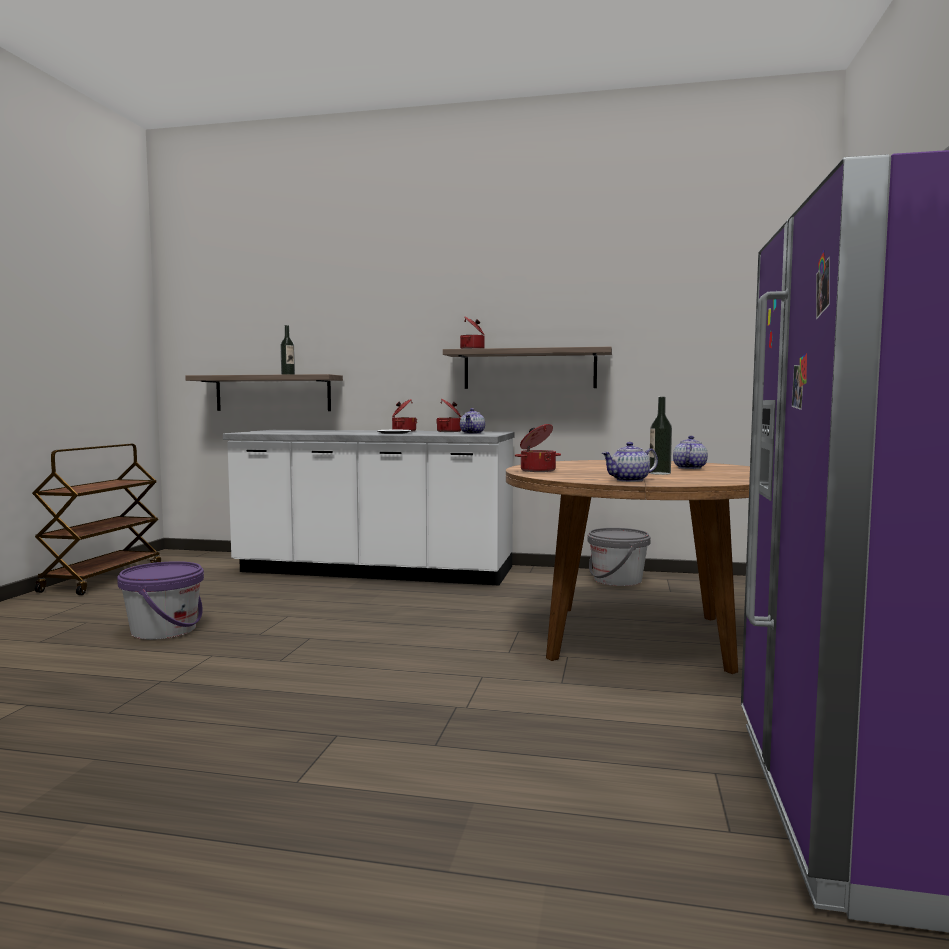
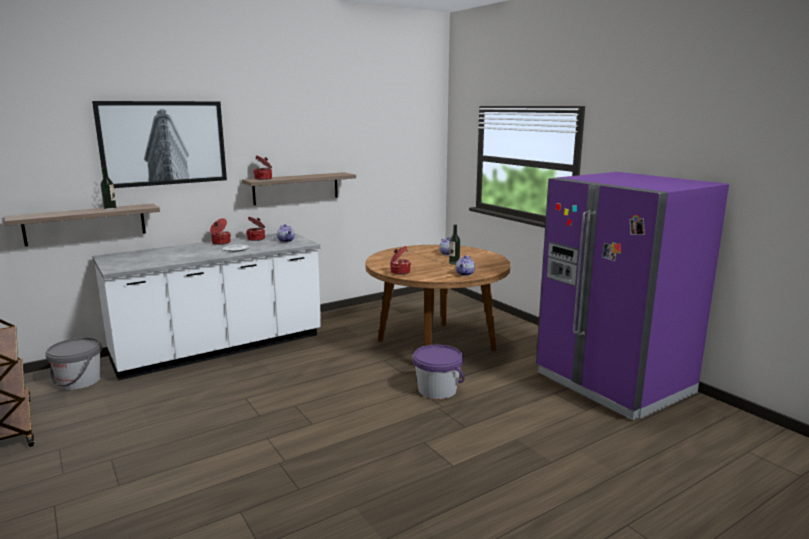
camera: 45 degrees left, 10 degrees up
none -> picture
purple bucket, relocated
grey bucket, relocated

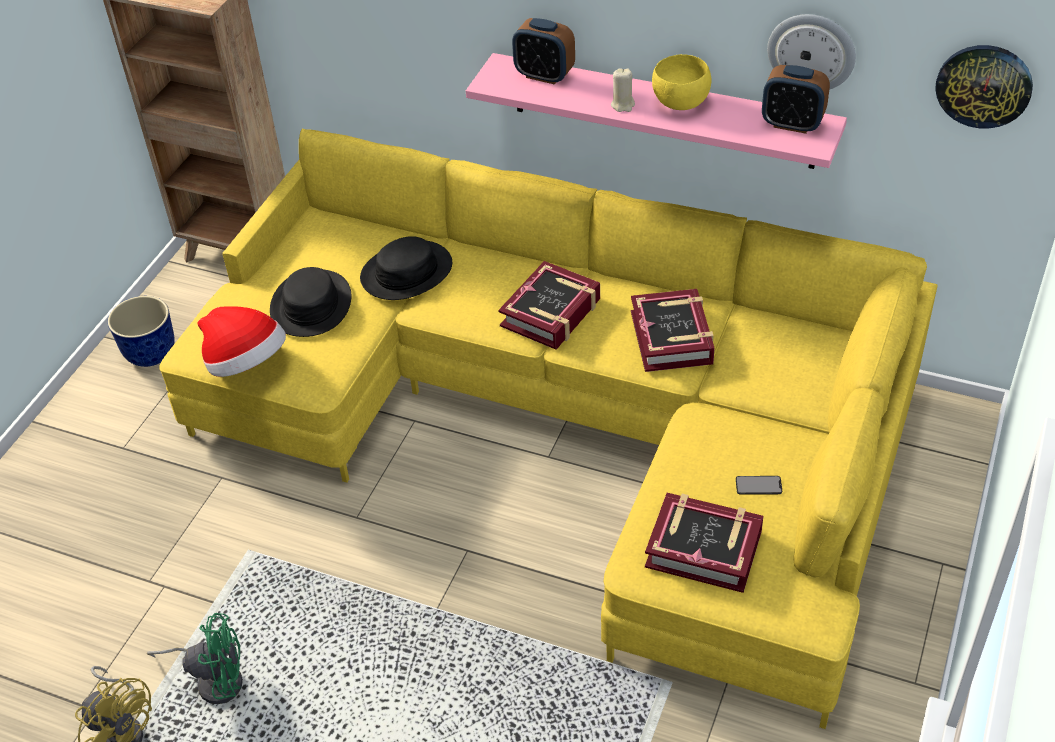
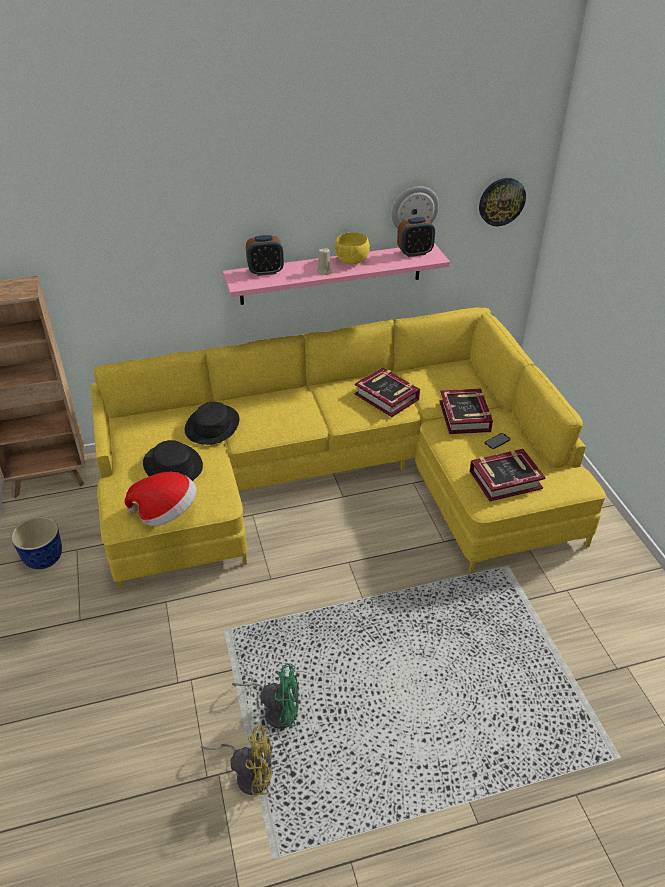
camera: 40 degrees left, 5 degrees down
book (no. 1 from left in the first image) -> book (no. 2 from left), relocated
green fan, 45 degrees clockwise

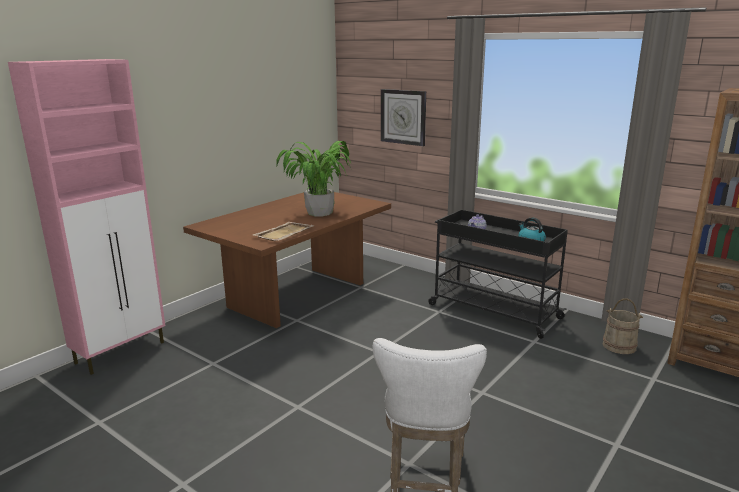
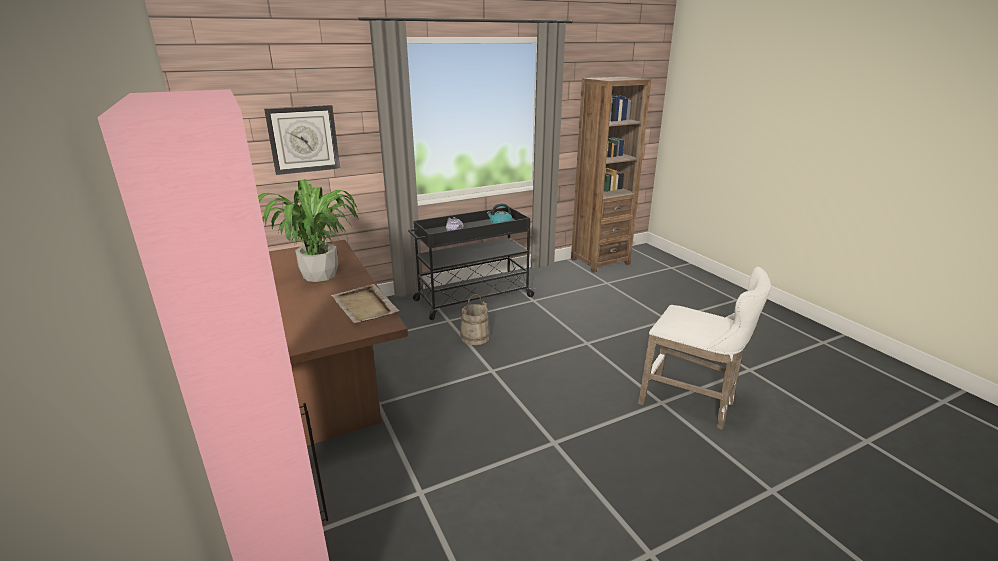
camera: 65 degrees left, 5 degrees up
beige bucket, relocated

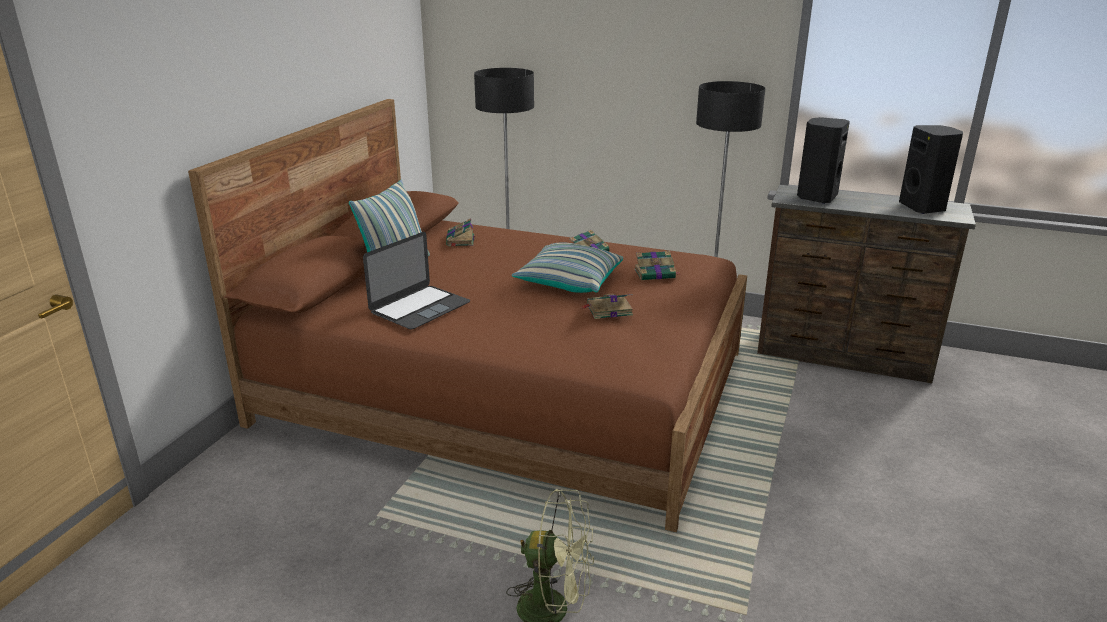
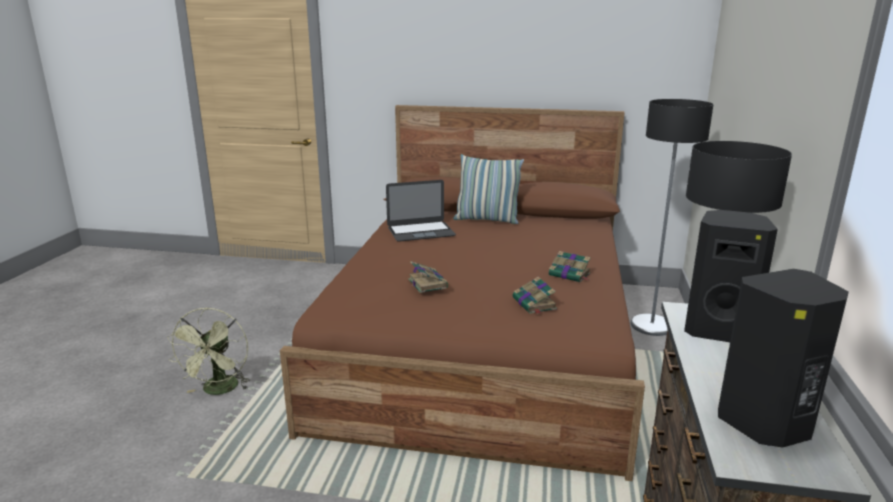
camera: 80 degrees right, 5 degrees down
book (no. 1 from left) -> none
pillow (no. 2 from left) -> none
laptop, 45 degrees counterclockwise

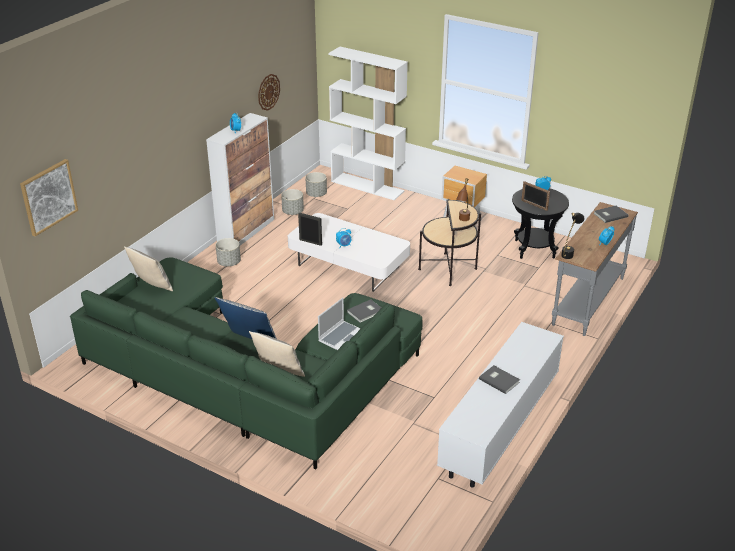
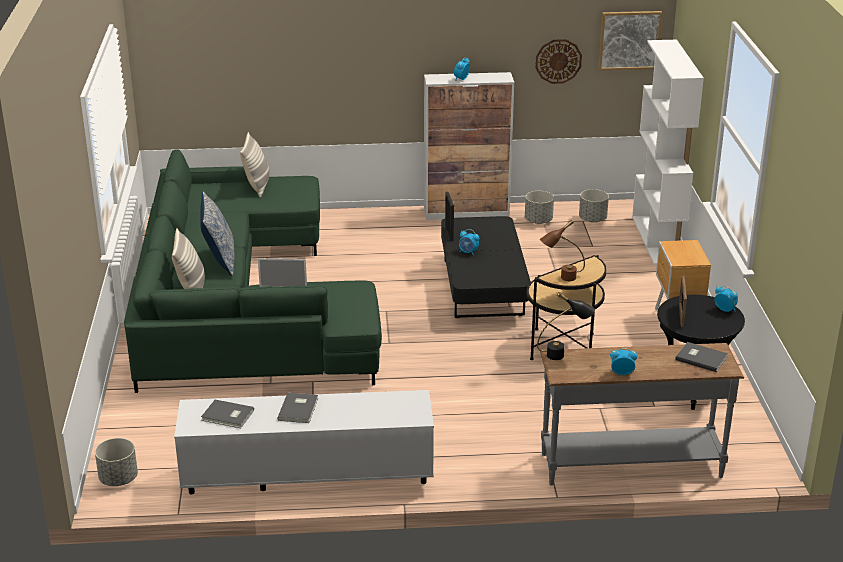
camera: 55 degrees right, 5 degrees down
picture, relocated
grey planter (no. 1 from left), relocated
grey book (no. 1 from left), relocated
white coffee table -> black coffee table

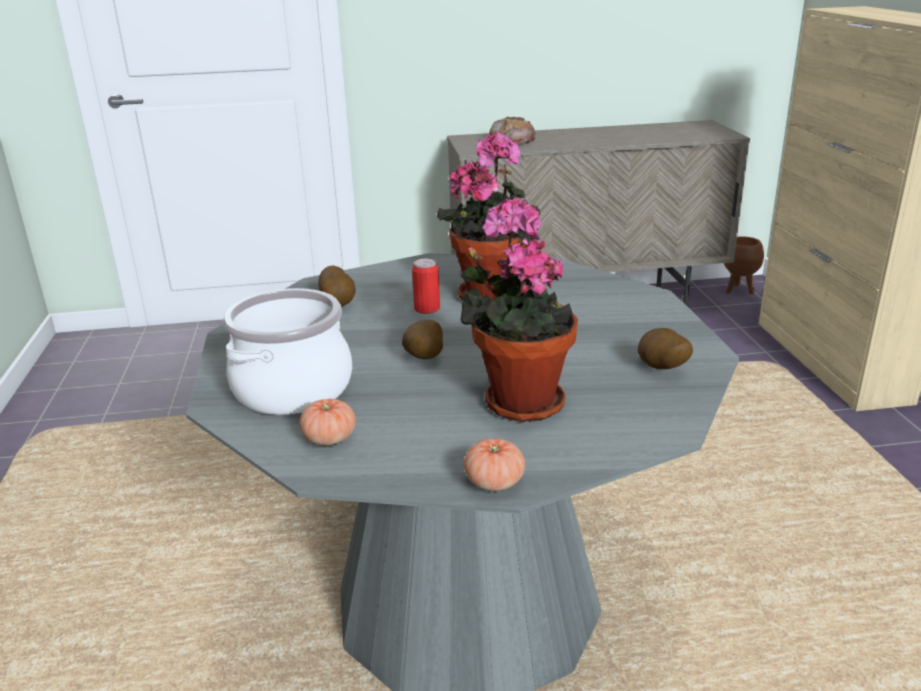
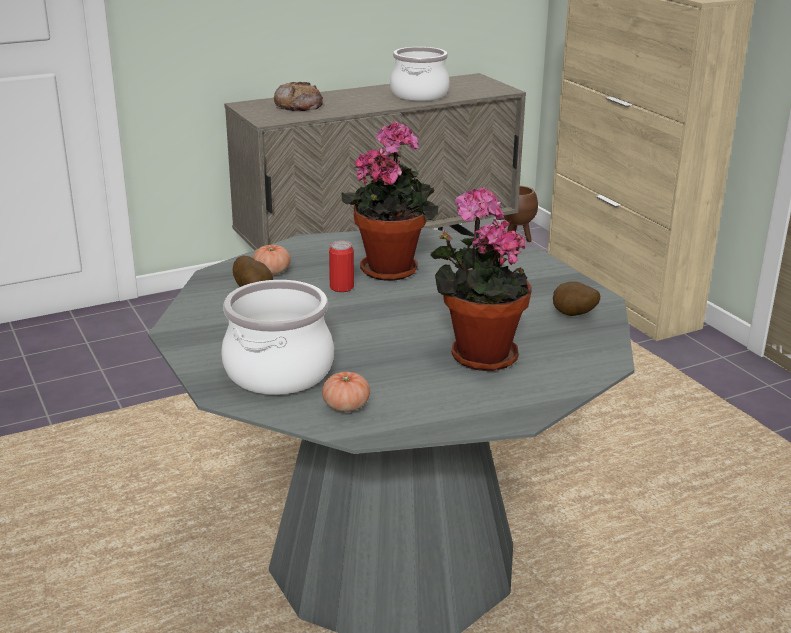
camera: 20 degrees left, 0 degrees up
potato (no. 2 from left) -> none
none -> cooking pot (no. 2 from left)
tomato (no. 2 from left in the first image) -> tomato (no. 1 from left), relocated

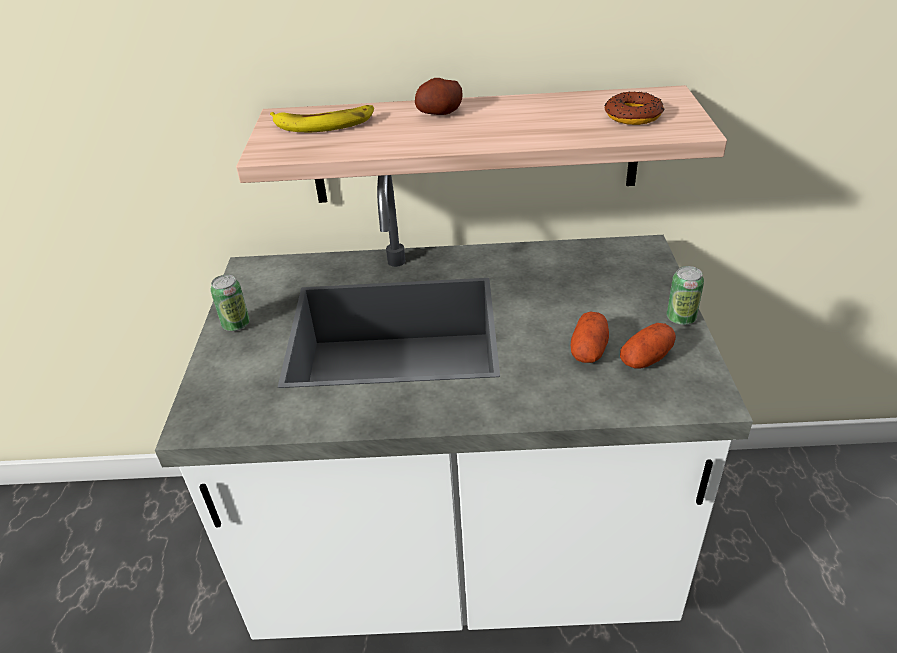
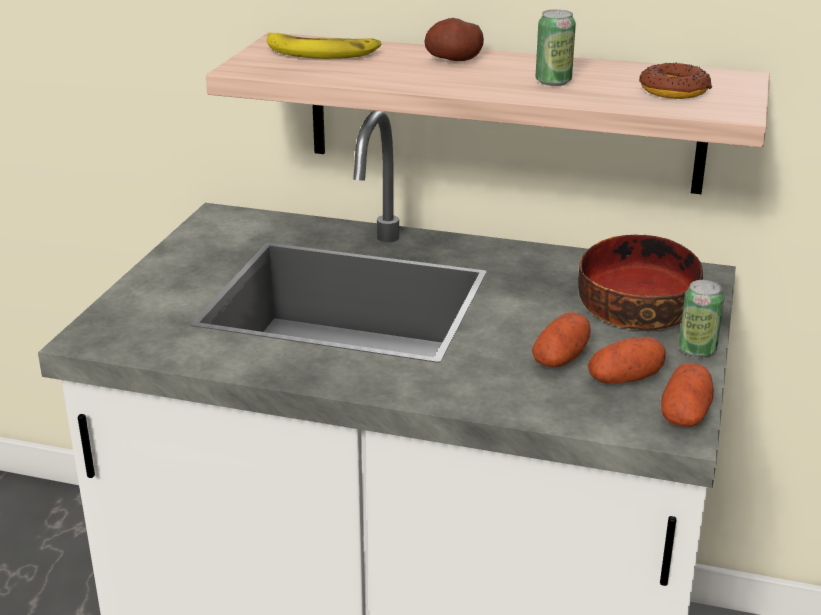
camera: 15 degrees right, 10 degrees down
none -> bowl
none -> potato (no. 4 from left)
can (no. 1 from left), relocated

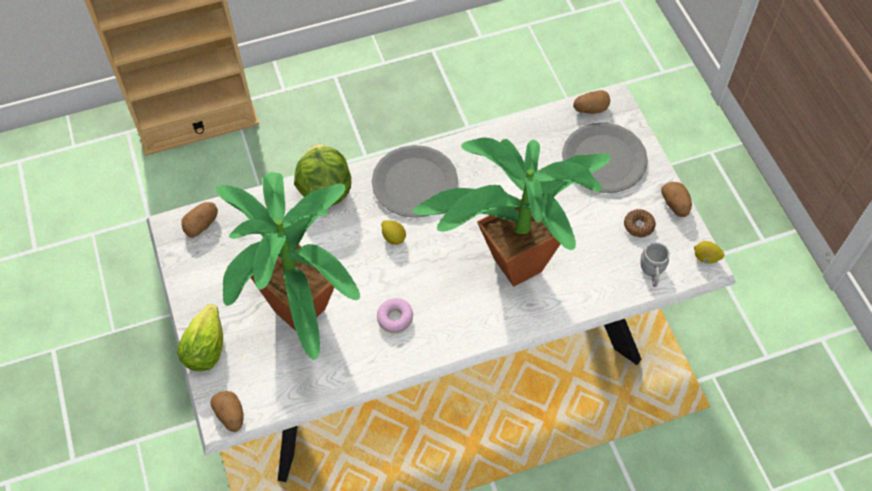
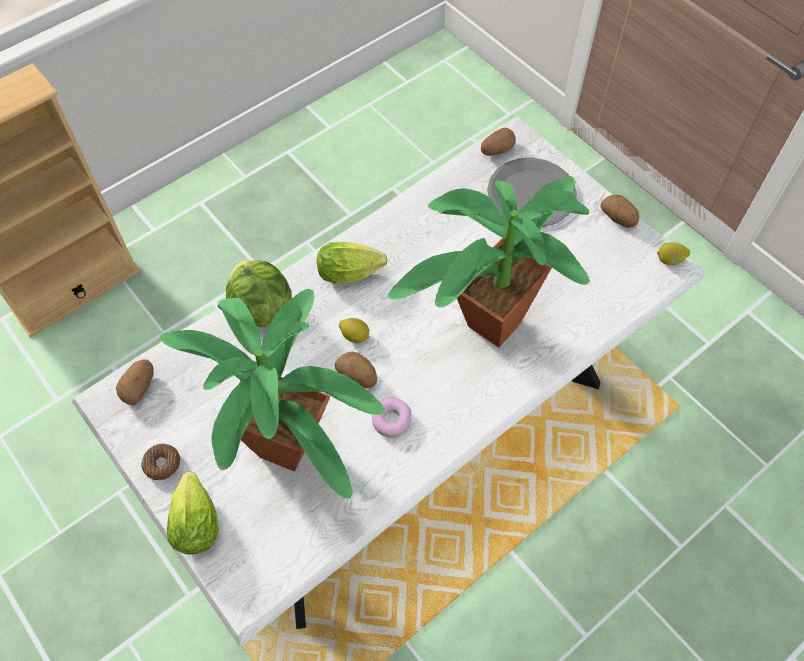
camera: 20 degrees left, 0 degrees up
grey mug -> none
potato (no. 2 from left), relocated
donut (no. 2 from left in the first image) -> donut (no. 1 from left), relocated
grey plate (no. 1 from left) -> lettuce (no. 3 from left)

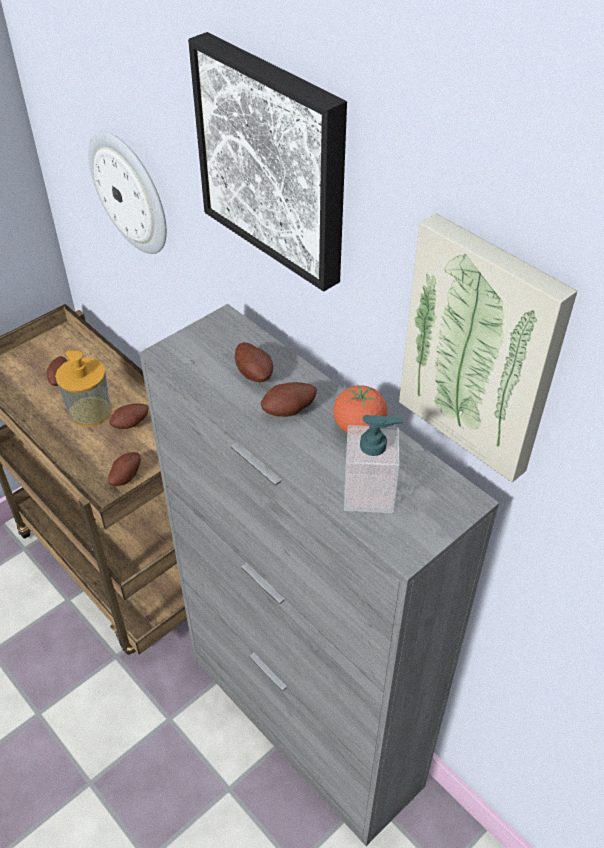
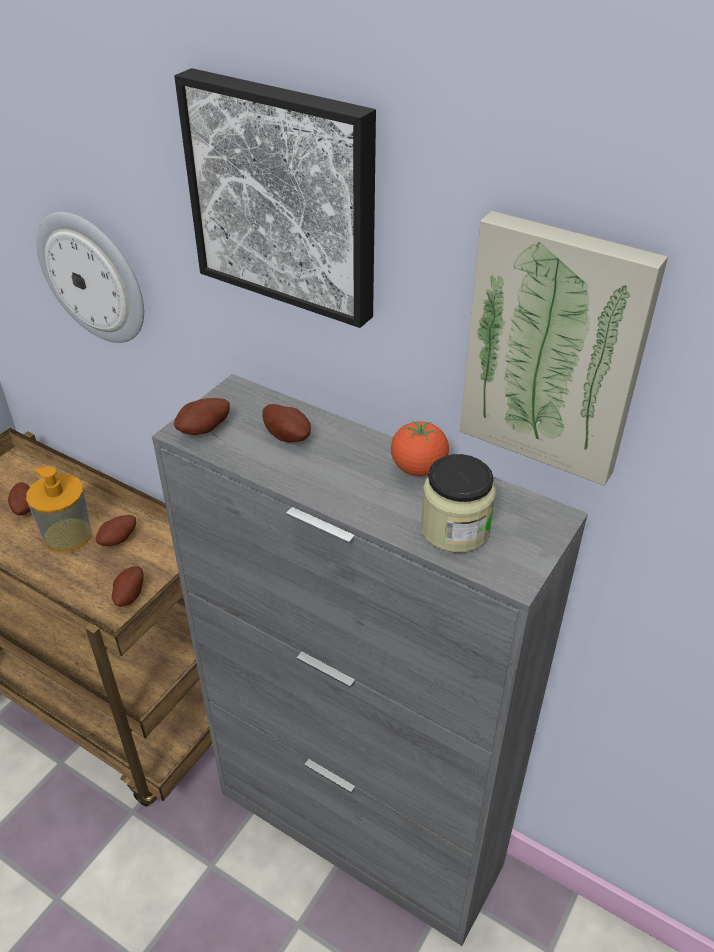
camera: 15 degrees left, 5 degrees down
potato (no. 5 from left in the first image) -> potato (no. 4 from left), relocated
soap dispenser (no. 2 from left) -> jar

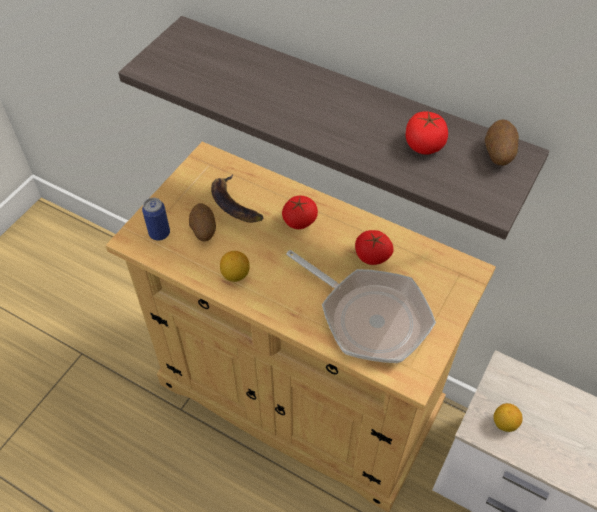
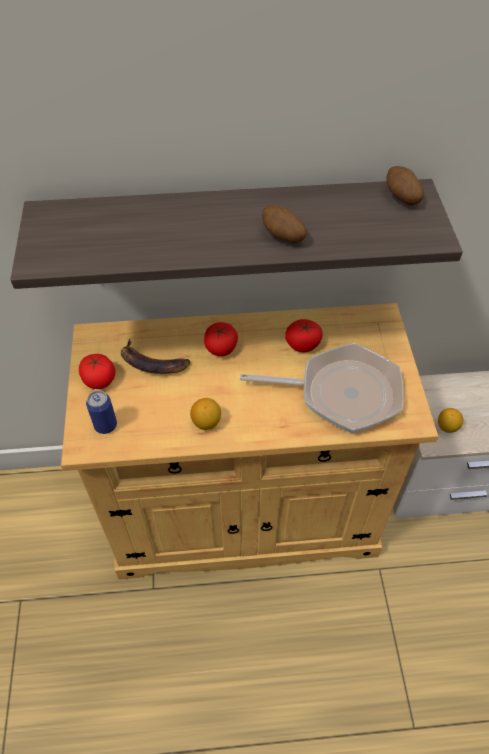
camera: 35 degrees left, 0 degrees up
potato (no. 1 from left), relocated
tomato (no. 3 from left in the first image) -> tomato (no. 1 from left), relocated

